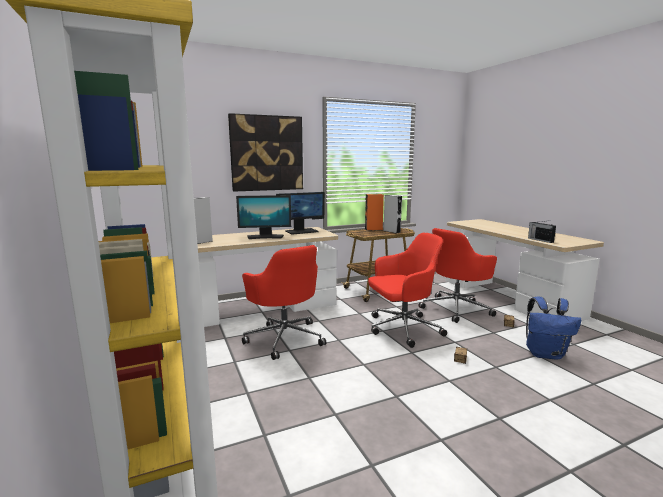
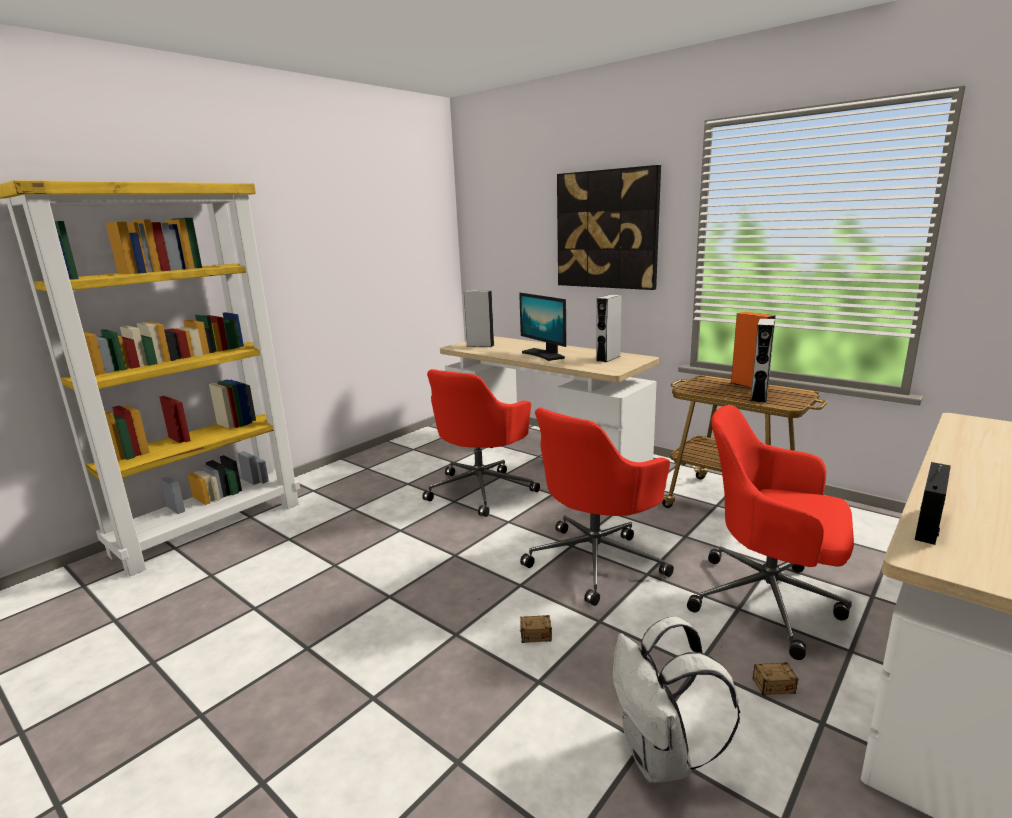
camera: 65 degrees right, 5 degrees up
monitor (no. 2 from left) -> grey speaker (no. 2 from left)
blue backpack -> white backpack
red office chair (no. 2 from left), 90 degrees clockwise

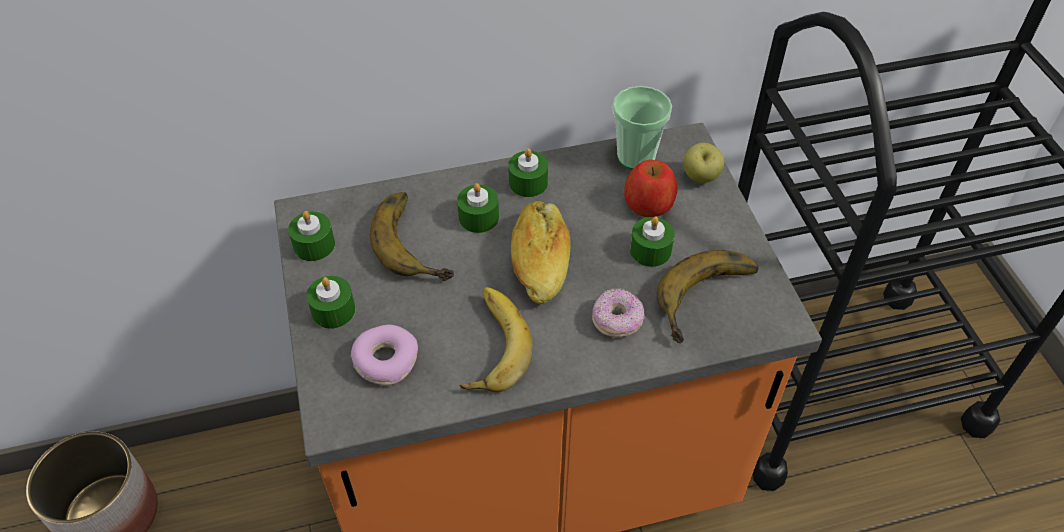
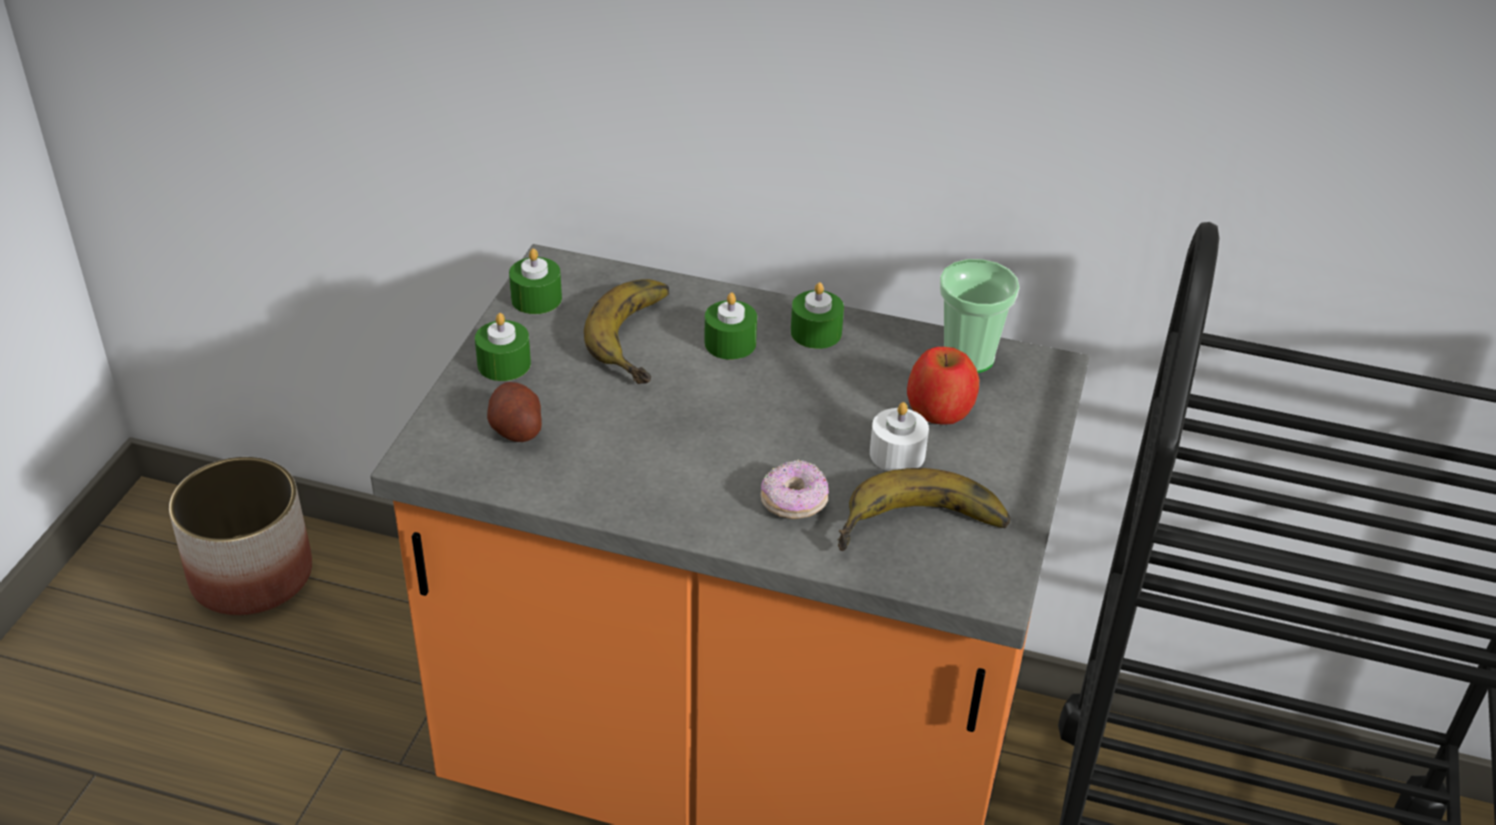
camera: 30 degrees right, 10 degrees down
banana (no. 2 from left) -> none
bread -> none
apple (no. 2 from left) -> none
donut (no. 1 from left) -> potato
green candle (no. 5 from left) -> white candle

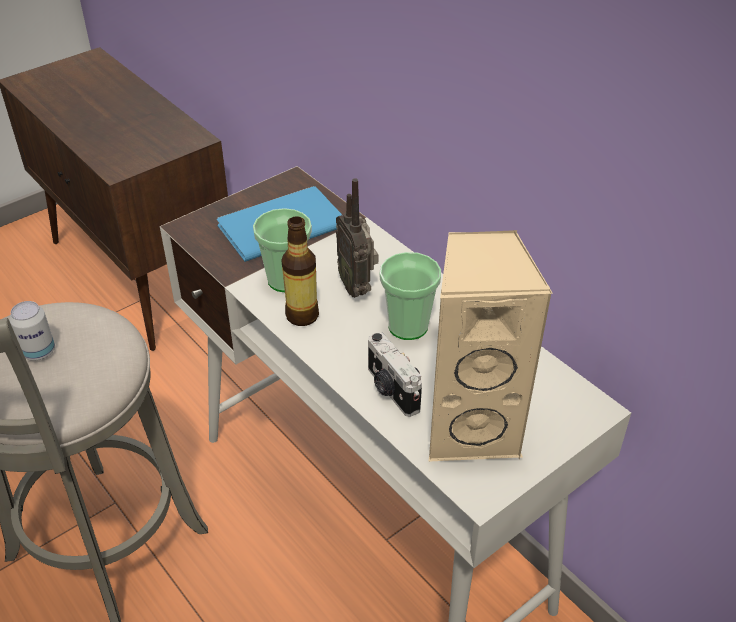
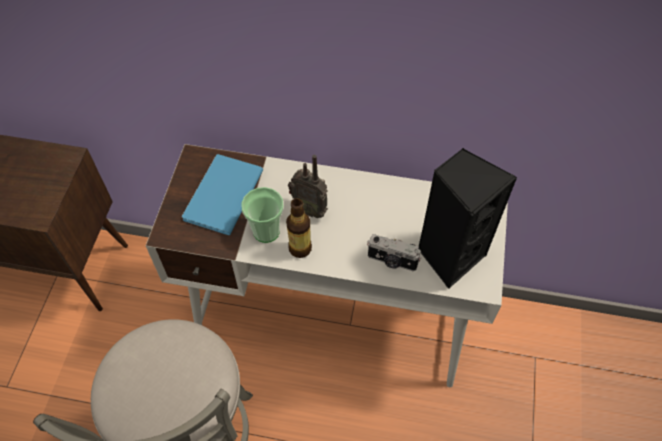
camera: 40 degrees left, 15 degrees up
can -> none
cup (no. 2 from left) -> none
beige speaker -> black speaker

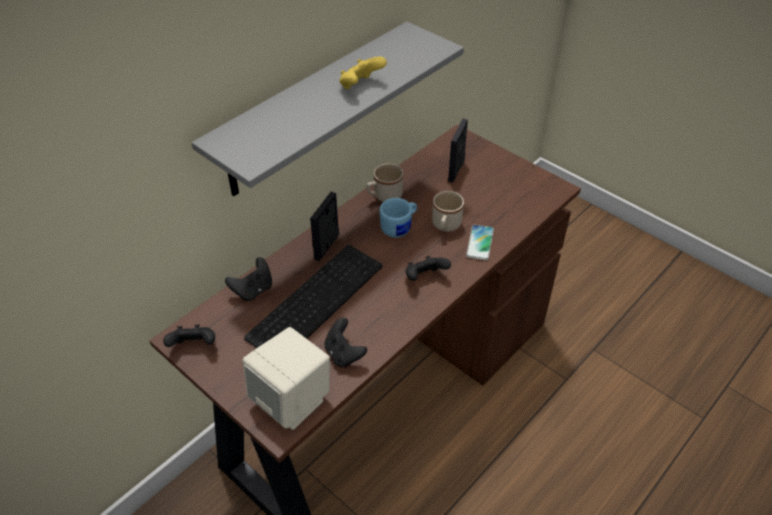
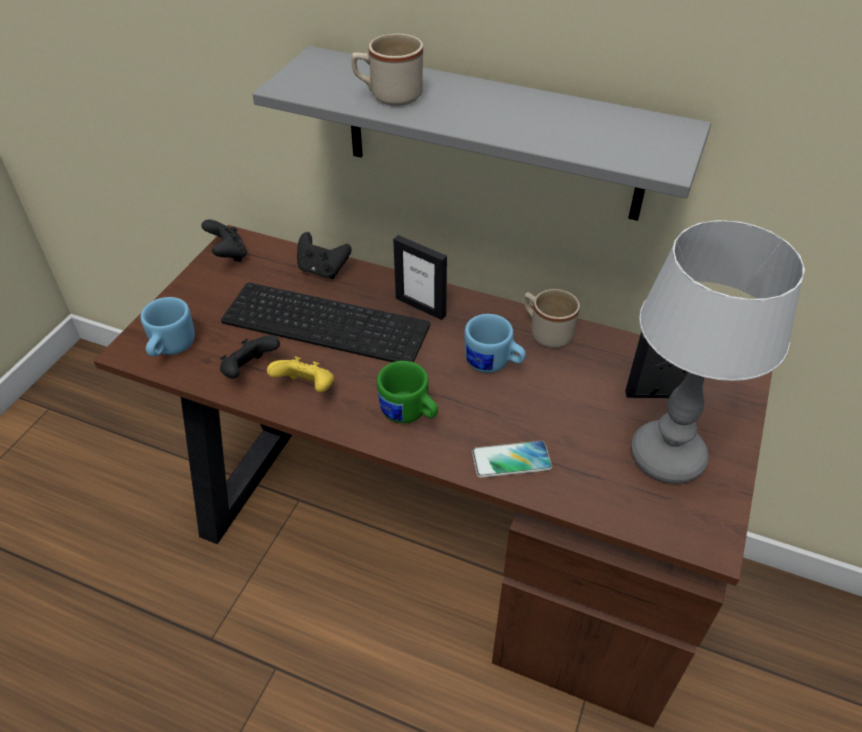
camera: 70 degrees right, 0 degrees up
none -> table lamp
yellow game controller, relocated
beige mug (no. 2 from left in the first image) -> beige mug (no. 1 from left), relocated
beige speaker -> blue mug (no. 1 from left)
black game controller (no. 4 from left) -> green mug
picture frame (no. 1 from left), 150 degrees counterclockwise

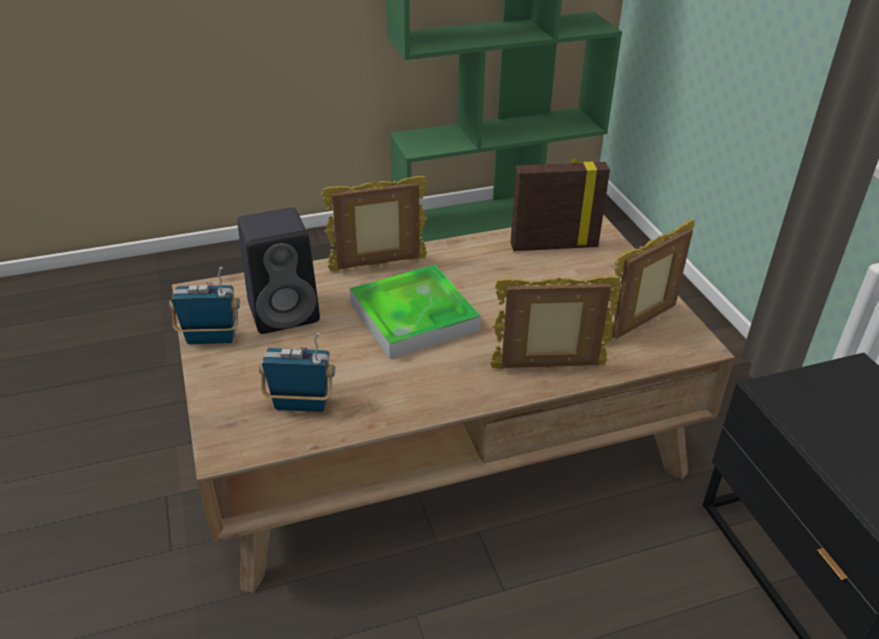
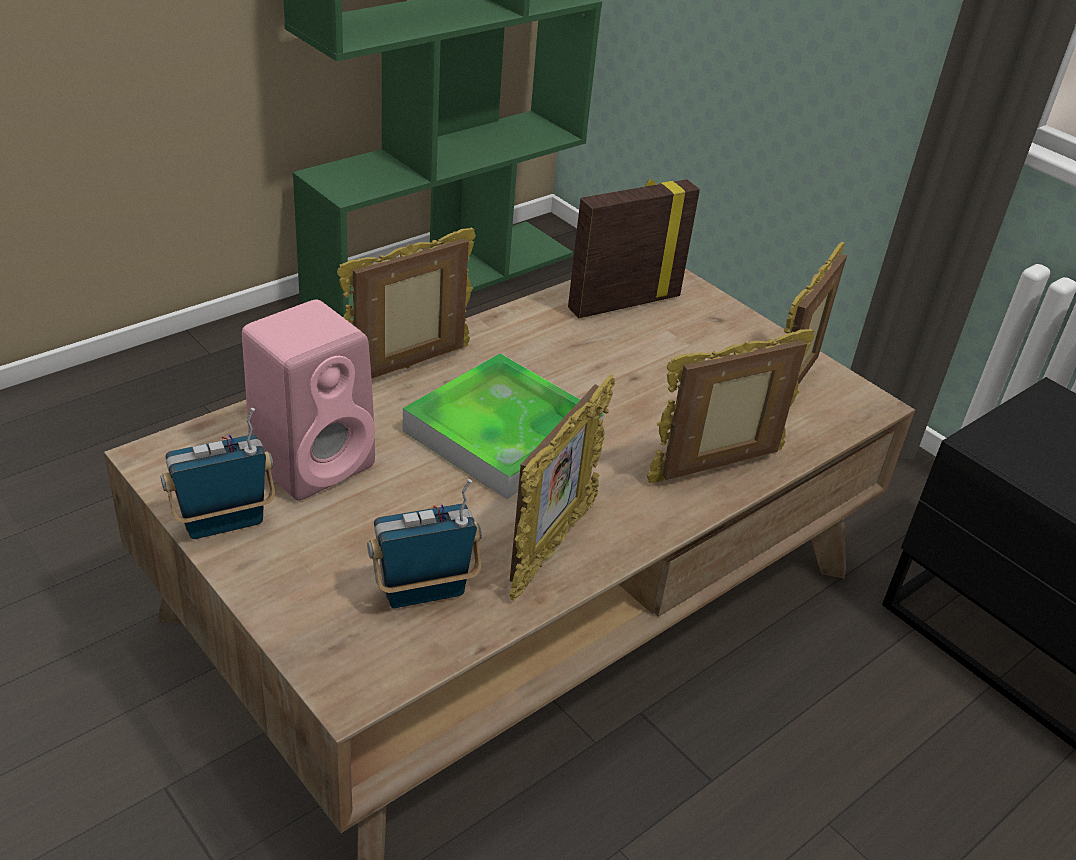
camera: 25 degrees left, 0 degrees up
none -> picture frame (no. 2 from left)
black speaker -> pink speaker

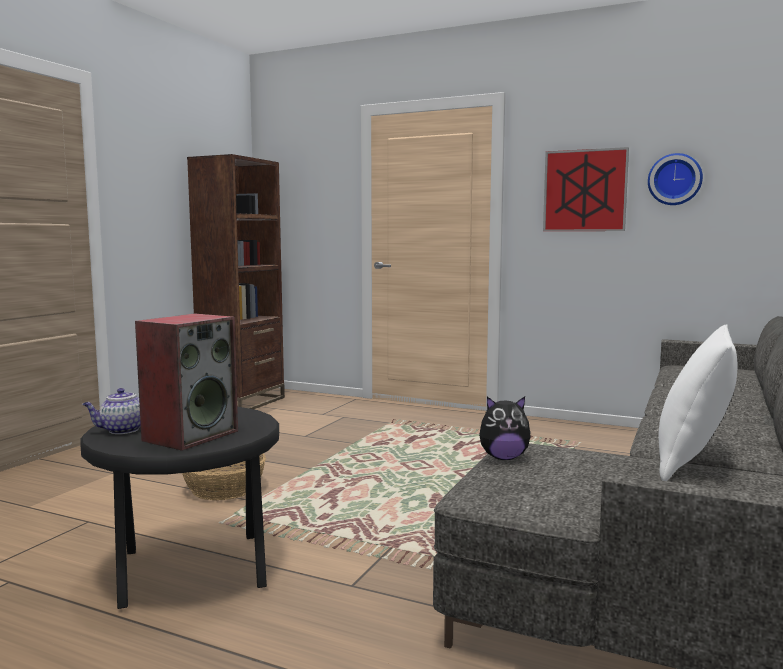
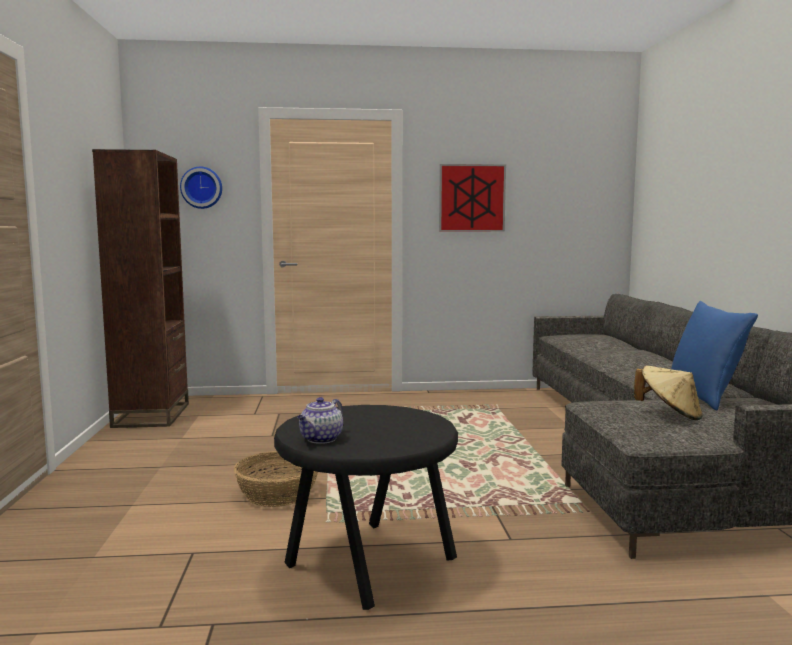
camera: 30 degrees left, 0 degrees up
speaker -> none
plush toy -> none
none -> beige hat
wall clock, relocated
white pillow -> blue pillow

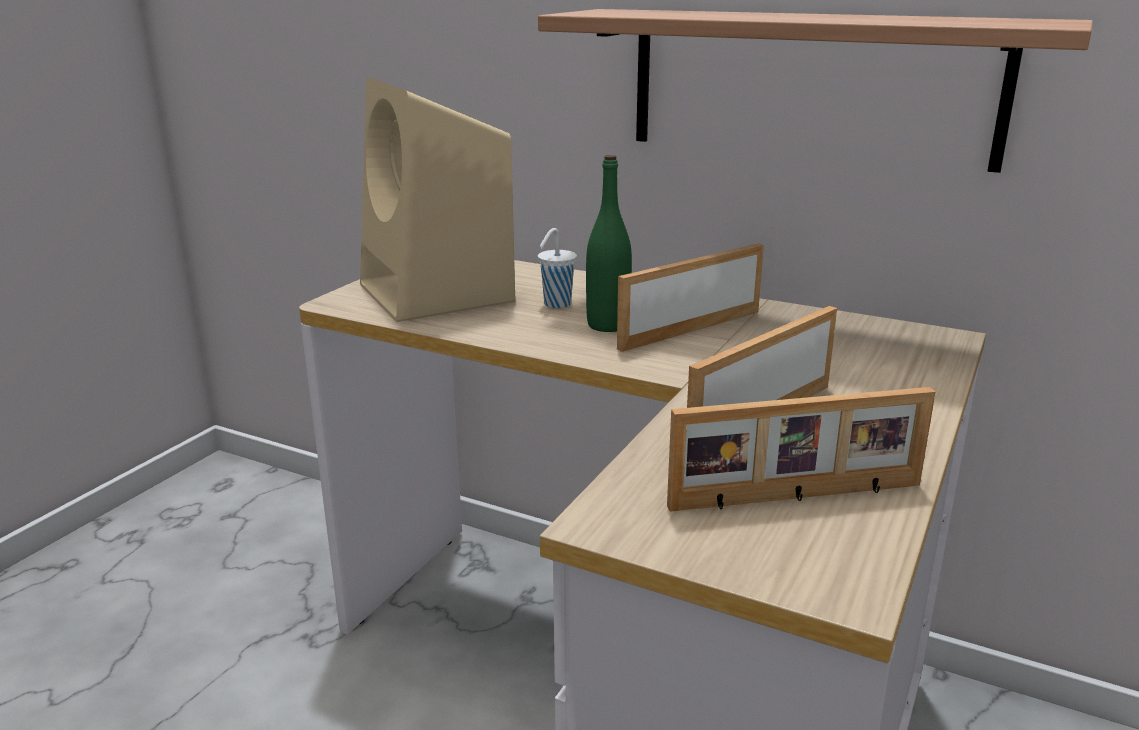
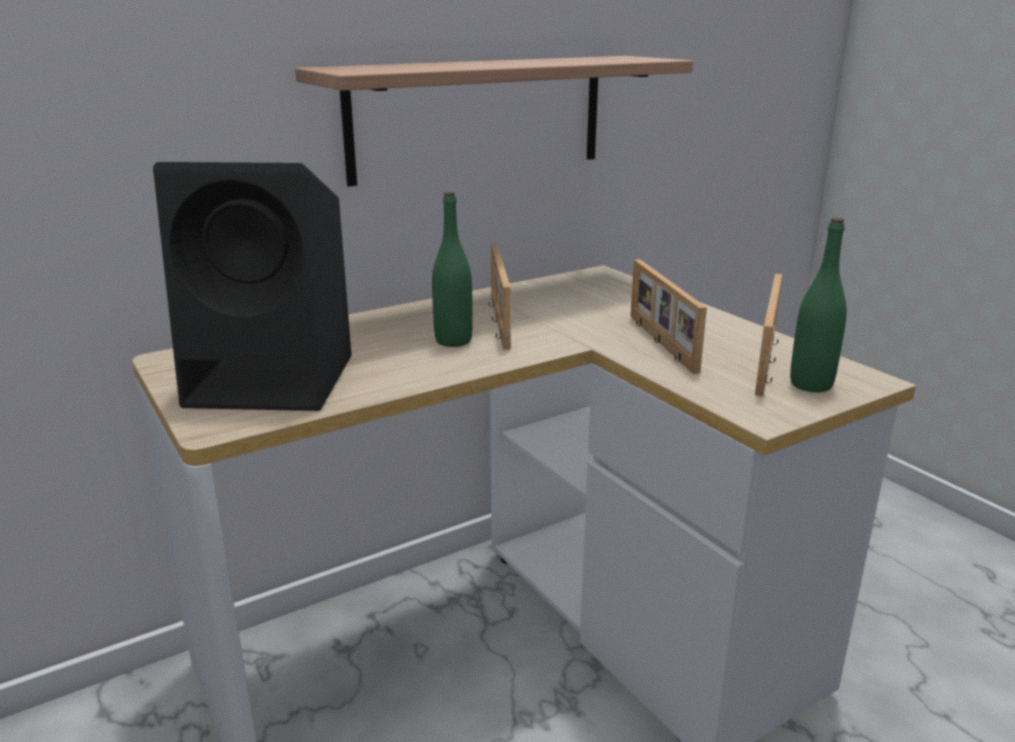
camera: 60 degrees left, 0 degrees up
white cup -> none
none -> green bottle (no. 2 from left)
beige speaker -> black speaker

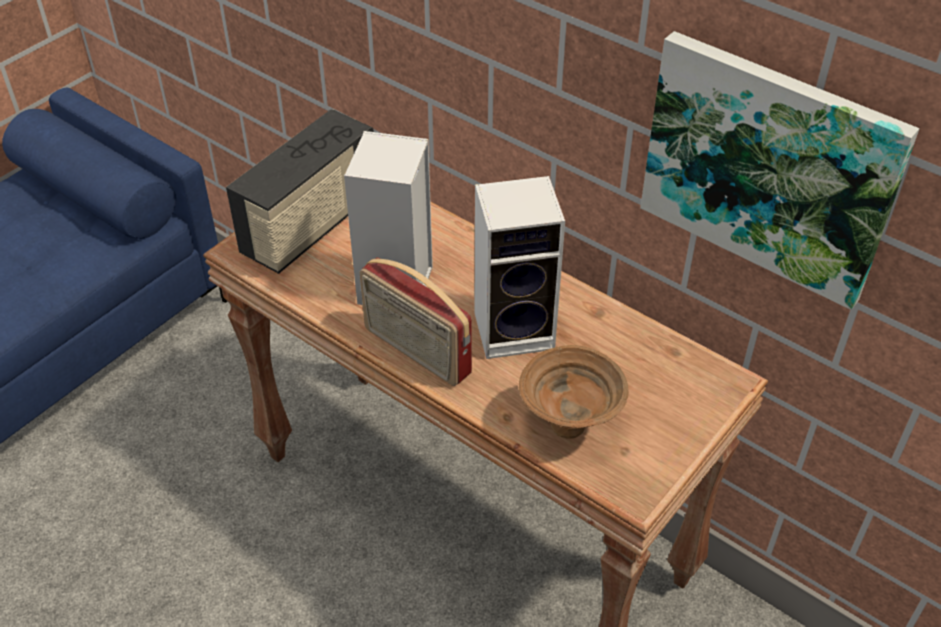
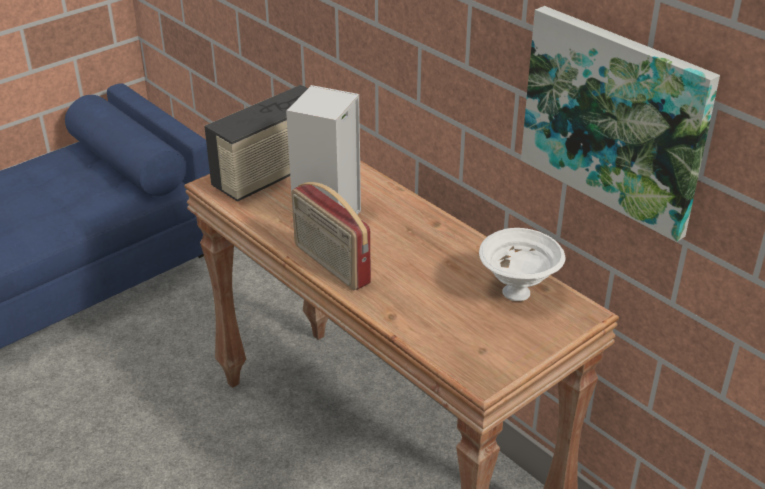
camera: 10 degrees right, 10 degrees down
speaker (no. 2 from left) -> none
brown bowl -> none
none -> white bowl

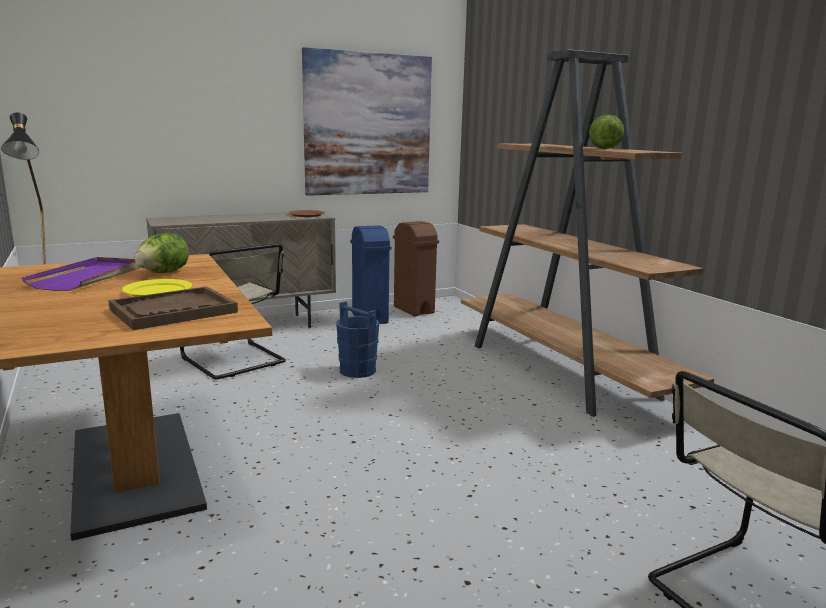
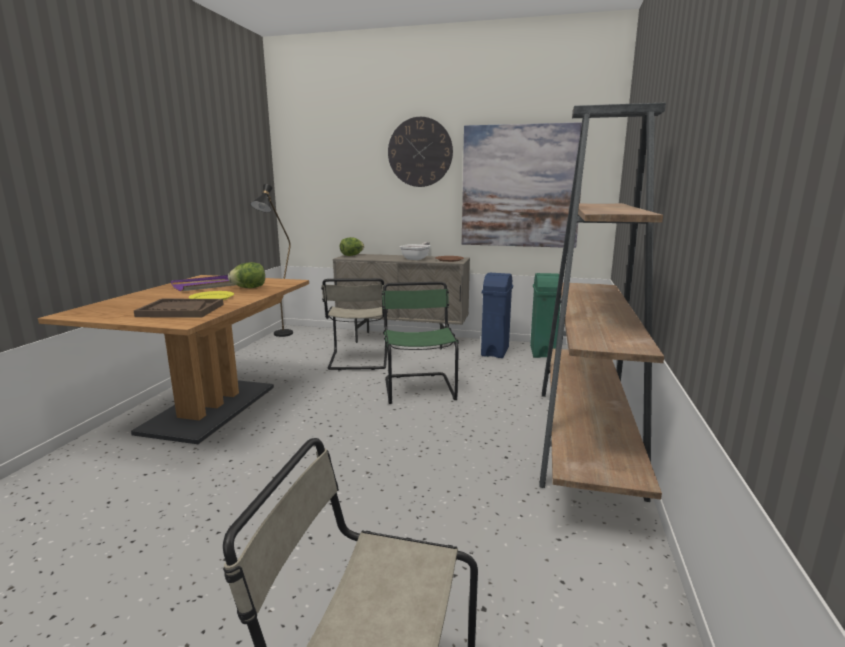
camera: 40 degrees right, 0 degrees up
none -> wall clock
none -> frying pan
lettuce (no. 2 from left), relocated
blue bucket -> green chair
brown trash can -> green trash can

